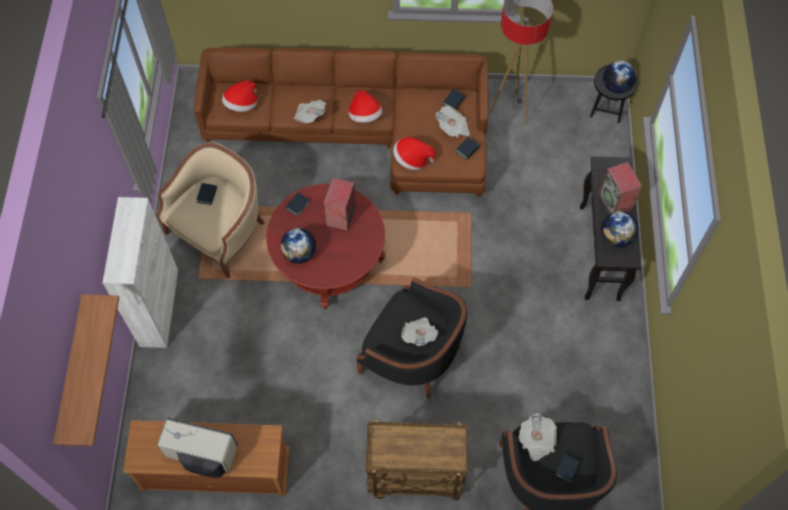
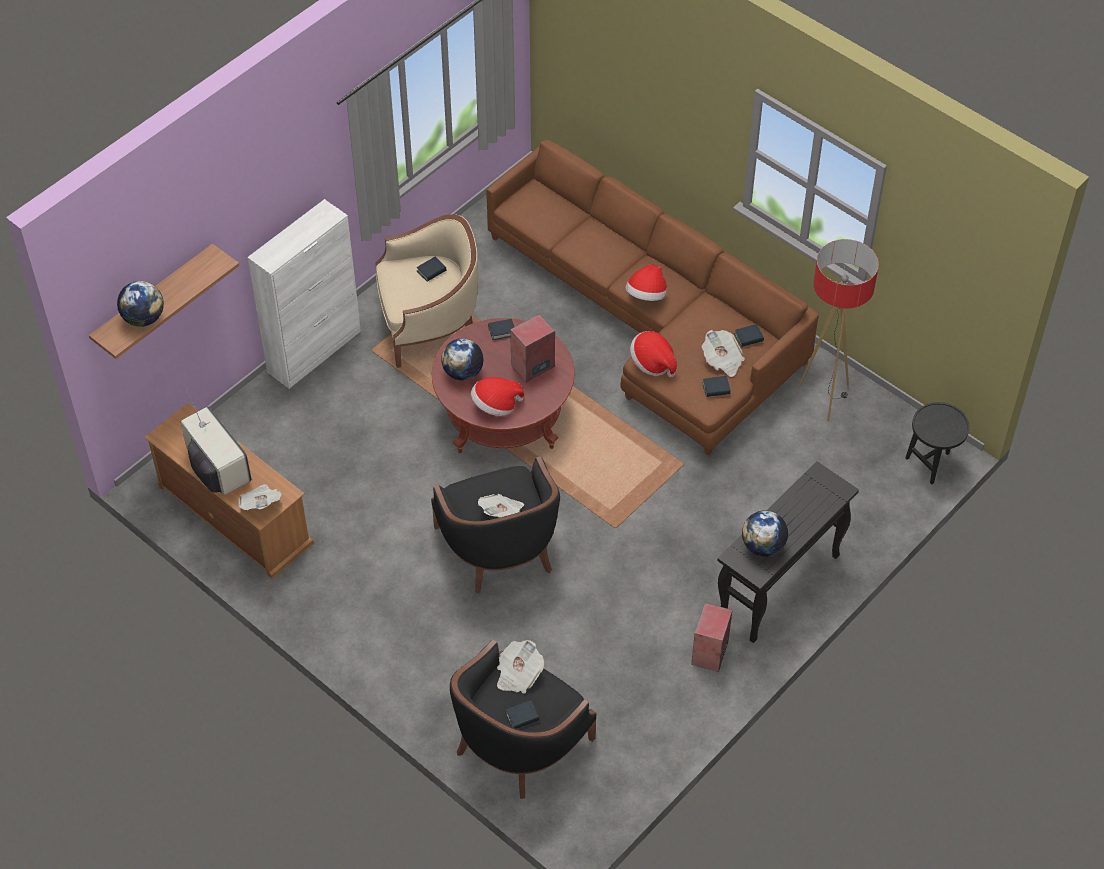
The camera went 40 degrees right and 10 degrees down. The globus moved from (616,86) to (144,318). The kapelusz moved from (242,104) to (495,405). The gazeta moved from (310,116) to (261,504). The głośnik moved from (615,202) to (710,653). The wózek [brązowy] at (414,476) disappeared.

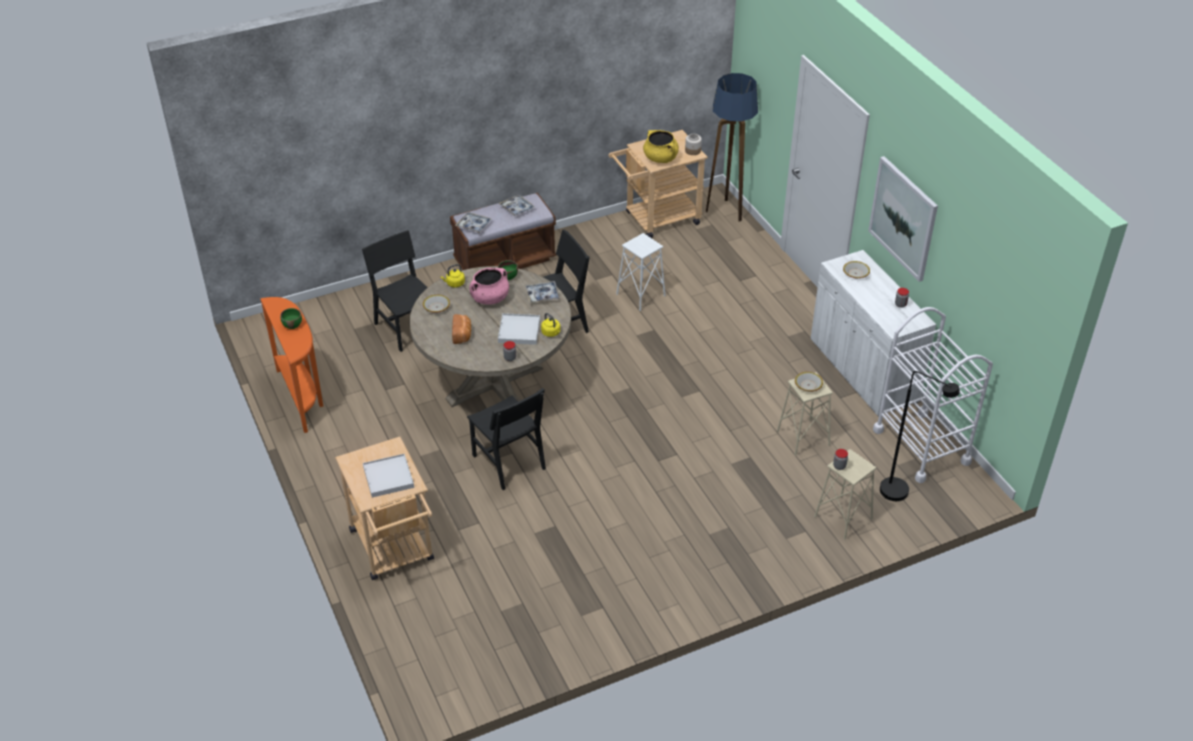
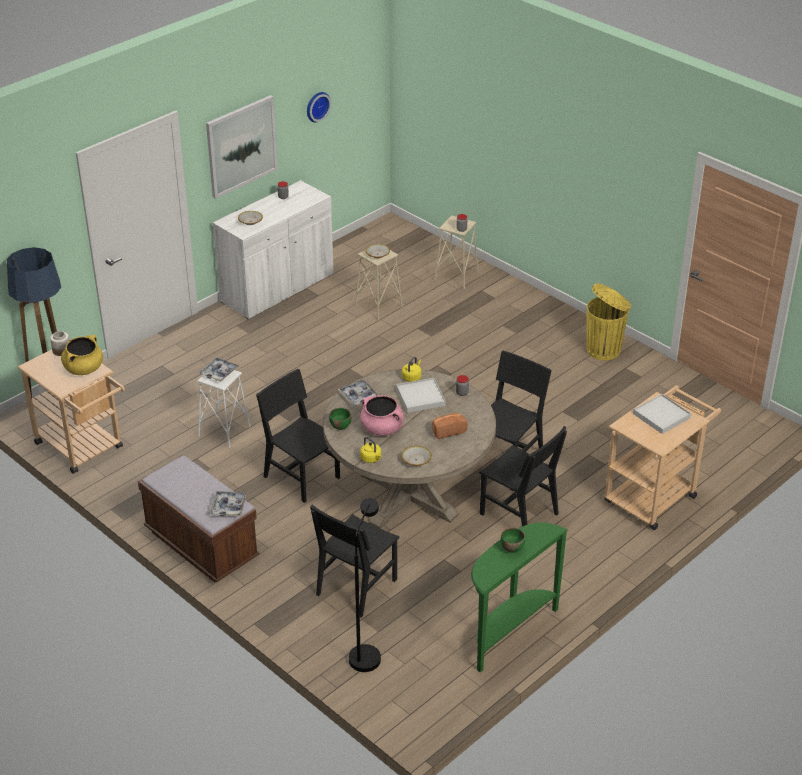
The camera went 110 degrees left and 5 degrees down. The taca moved from (517,208) to (219,372). The stolik konsolowy [pomarańczowy] at (302,397) became the stolik konsolowy [zielony] at (508,632). The wózek [biały] at (921,446) disappeared. The lampa stojąca [czarny] moved from (902,493) to (366,652). The zegar ścienny at (316,106) appeared. The kosz na śmieci [żółty] at (604,349) appeared. The krzesło [czarny] at (519,514) appeared.

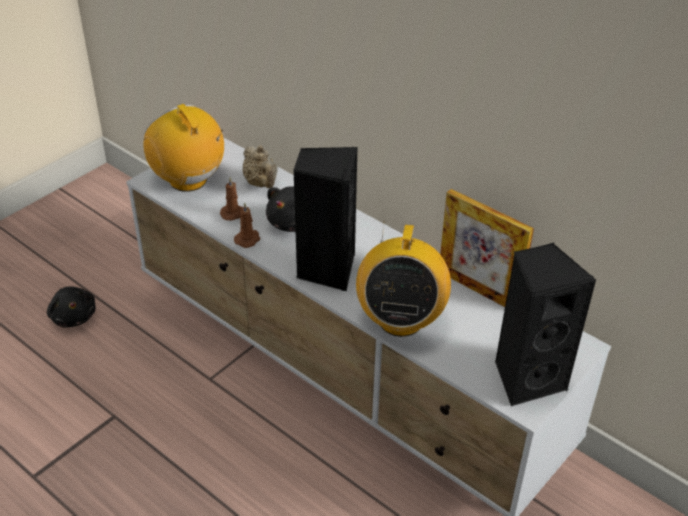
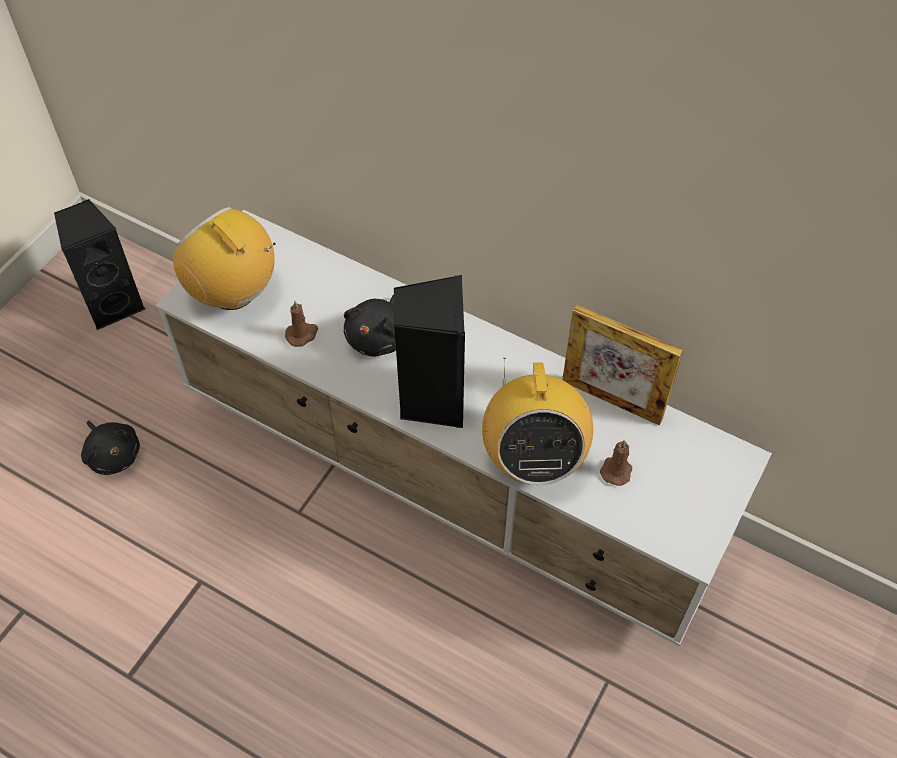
The camera went 10 degrees left and 15 degrees up. The imbryk [beżowy] at (261,183) disappeared. The świeca [brązowy] moved from (248,239) to (616,469). The głośnik [czarny] moved from (527,378) to (114,304).

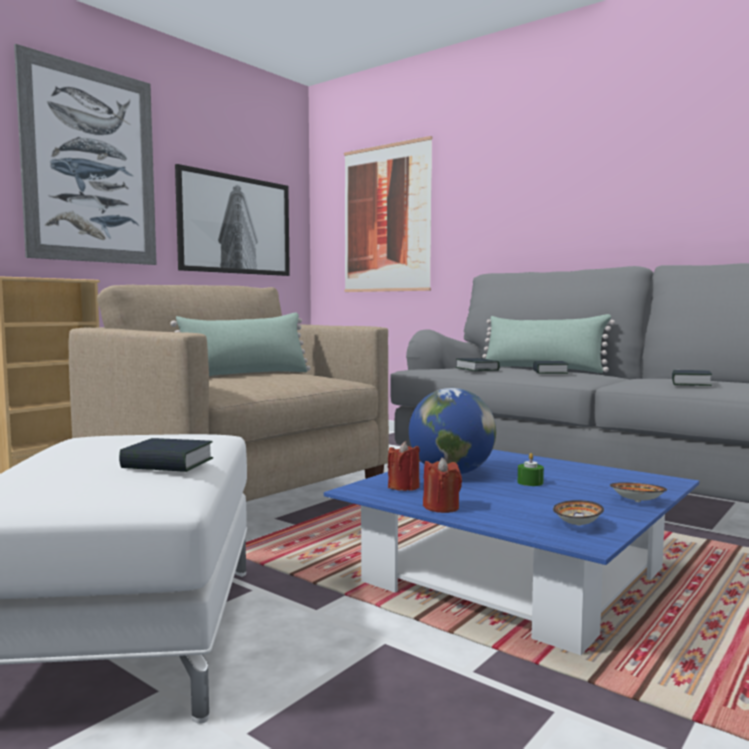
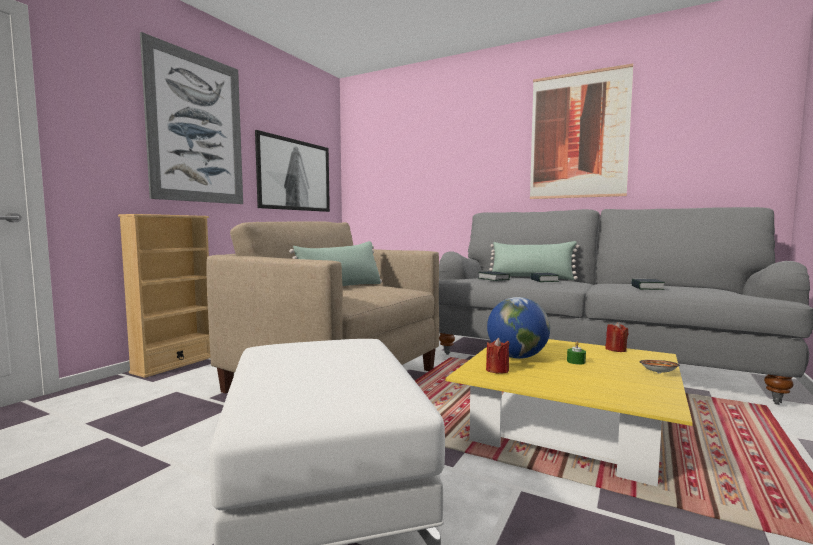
The camera went 10 degrees left and 0 degrees up. The obraz moved from (386,218) to (578,135). The książka at (167,464) disappeared. The ława [niebieski] at (517,576) became the ława [żółty] at (569,426). The świeca [czerwony] moved from (441,507) to (616,349). The miska at (577,524) disappeared.

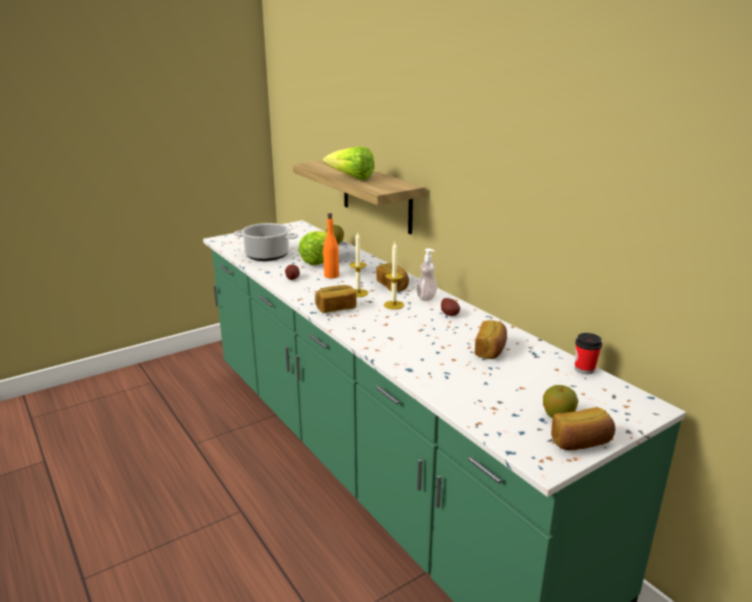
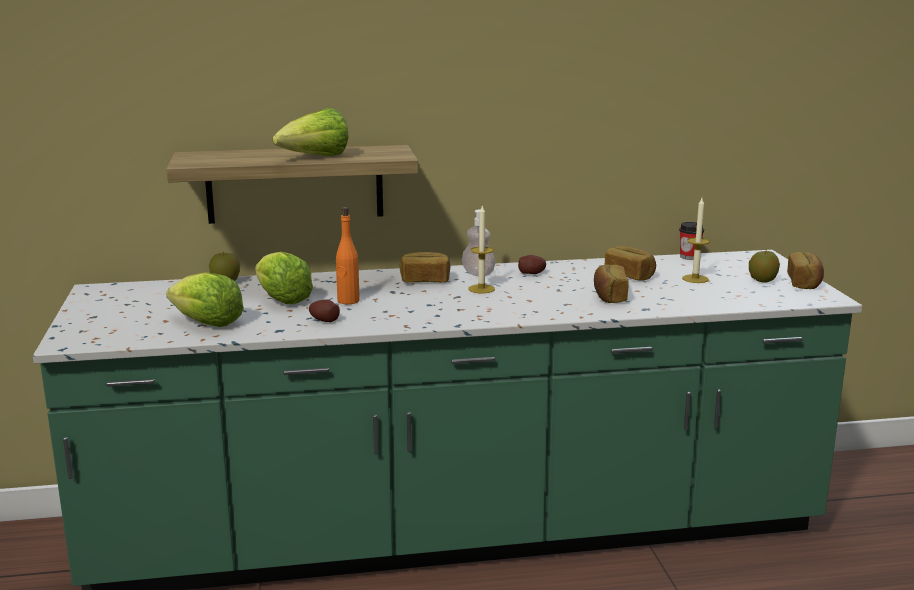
The camera went 65 degrees left and 5 degrees down. The garnek at (266,255) was replaced by the sałata at (207,323). The świeca moved from (358,293) to (695,279). The chleb moved from (336,308) to (609,296).

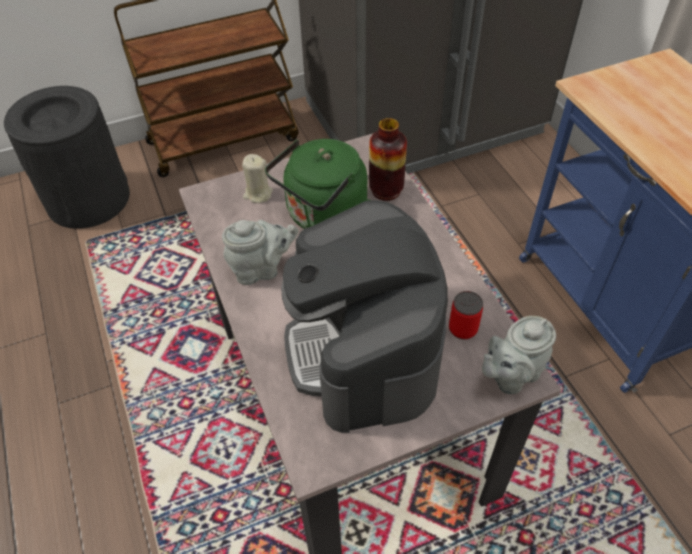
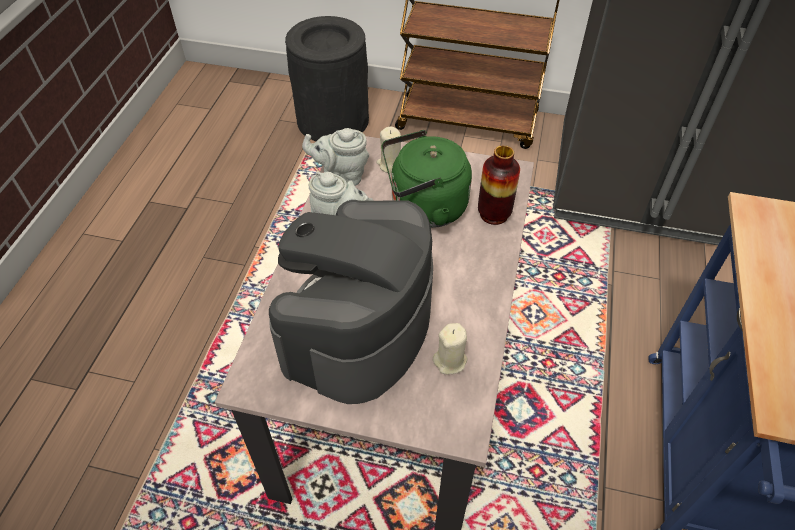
The camera went 35 degrees right and 0 degrees up. The puszka at (463,328) was replaced by the świeca [beżowy] at (450,360). The imbryk [szary] moved from (510,375) to (341,176).

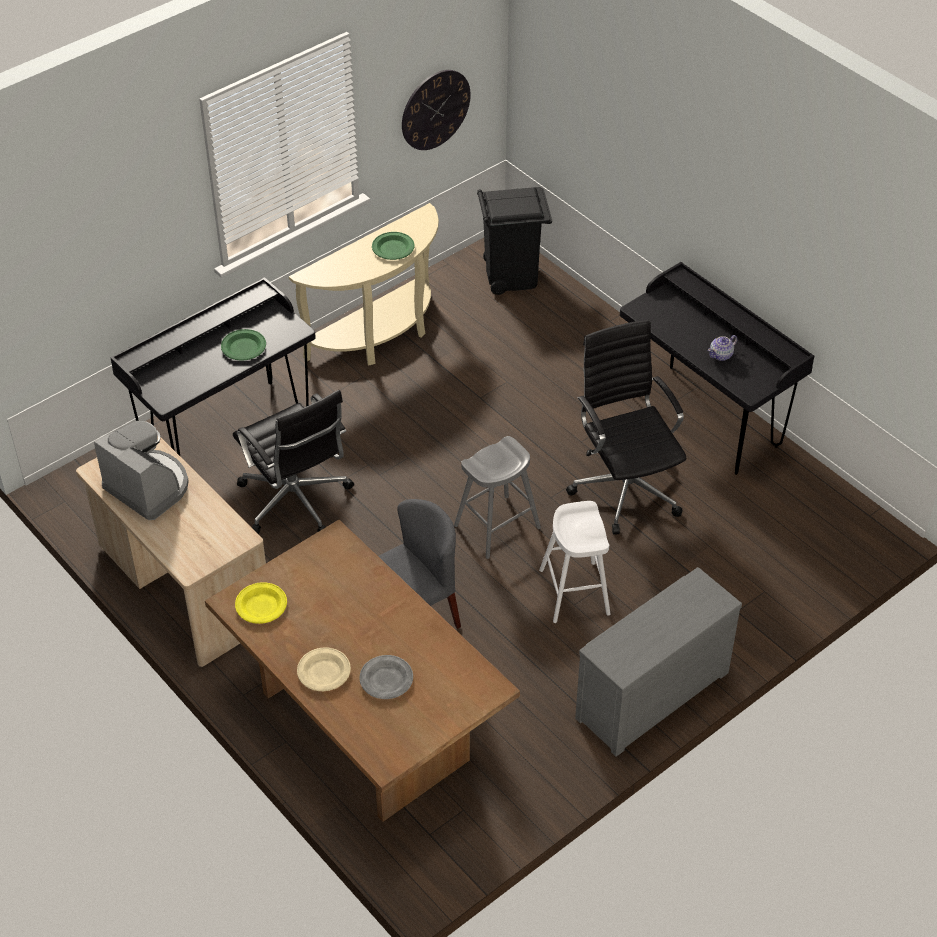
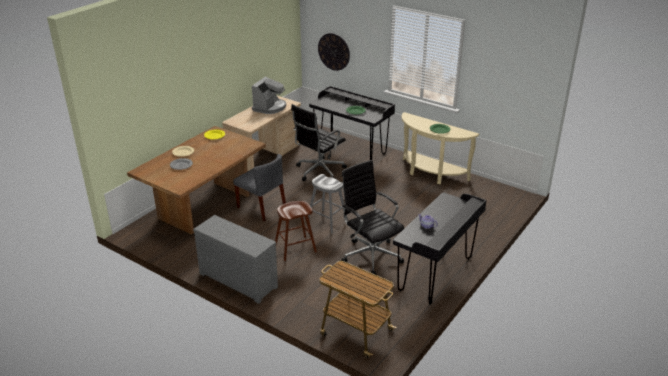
The camera went 75 degrees right and 15 degrees down. The zegar ścienny moved from (435,109) to (334,51). The kosz na śmieci [czarny] at (511,275) disappeared. The krzesło biurowe [czarny] at (625,487) turned 90 degrees counterclockwise. The stołek [biały] at (574,592) became the stołek [brązowy] at (295,248). The wózek at (355,332) appeared.

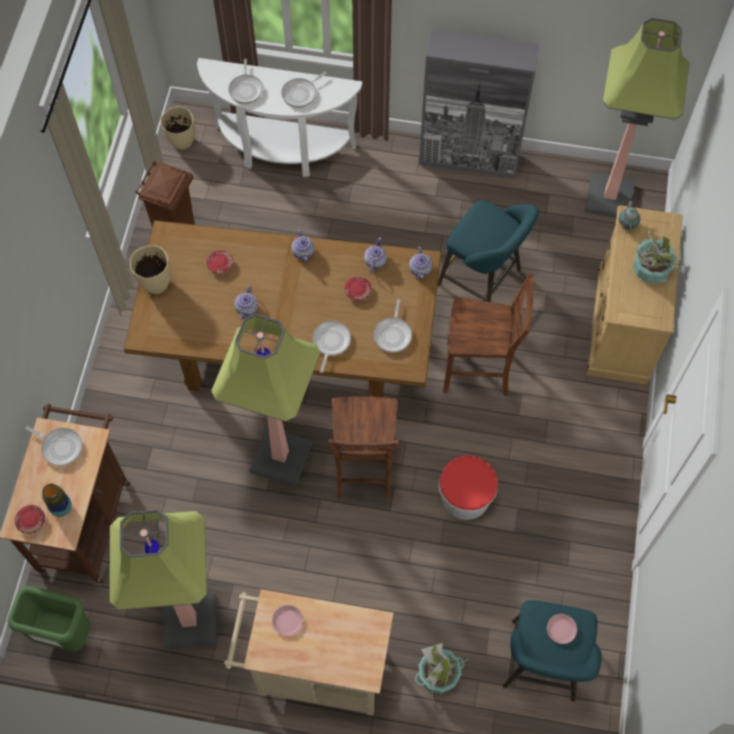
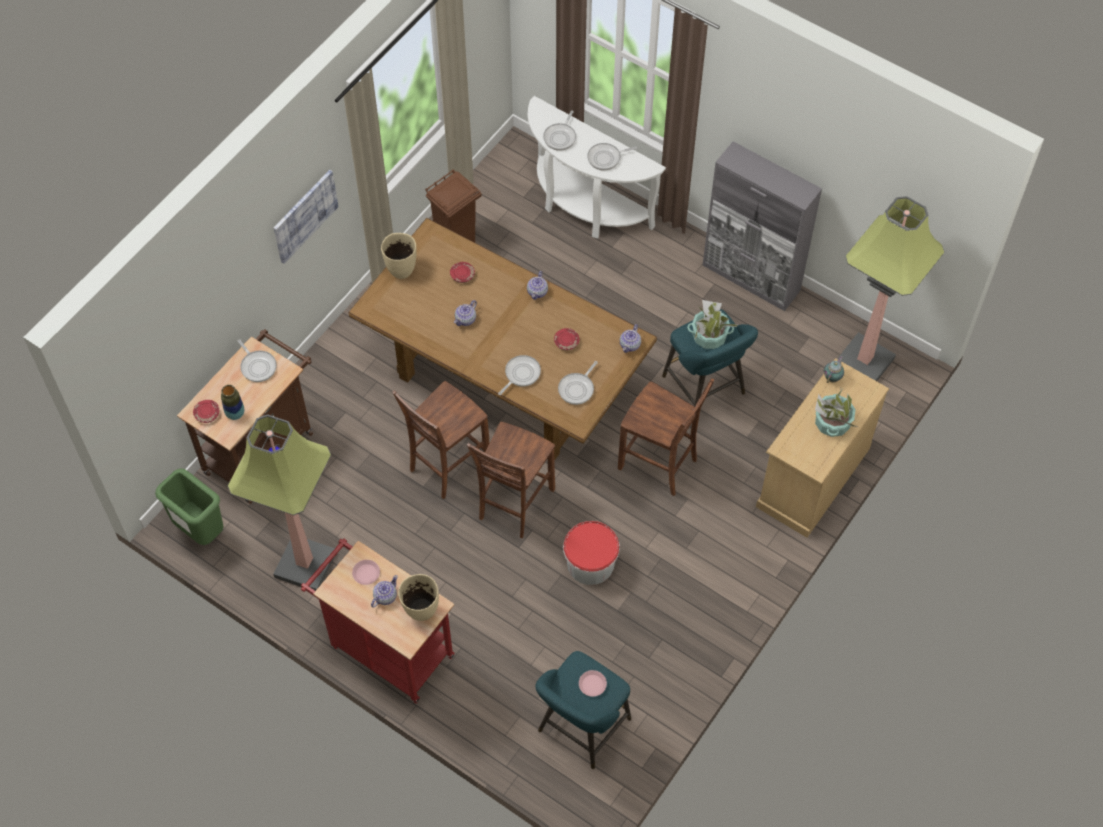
The camera went 25 degrees right and 5 degrees down. The wazon [beżowy] moved from (182,142) to (421,611). The imbryk moved from (375,261) to (385,596). The lampa stojąca at (280,458) was replaced by the krzesło [brązowy] at (447,465). The wózek [beżowy] at (314,671) became the wózek [czerwony] at (386,648). The roślina doniczkowa moved from (438,674) to (709,336). The obraz at (304,215) appeared.

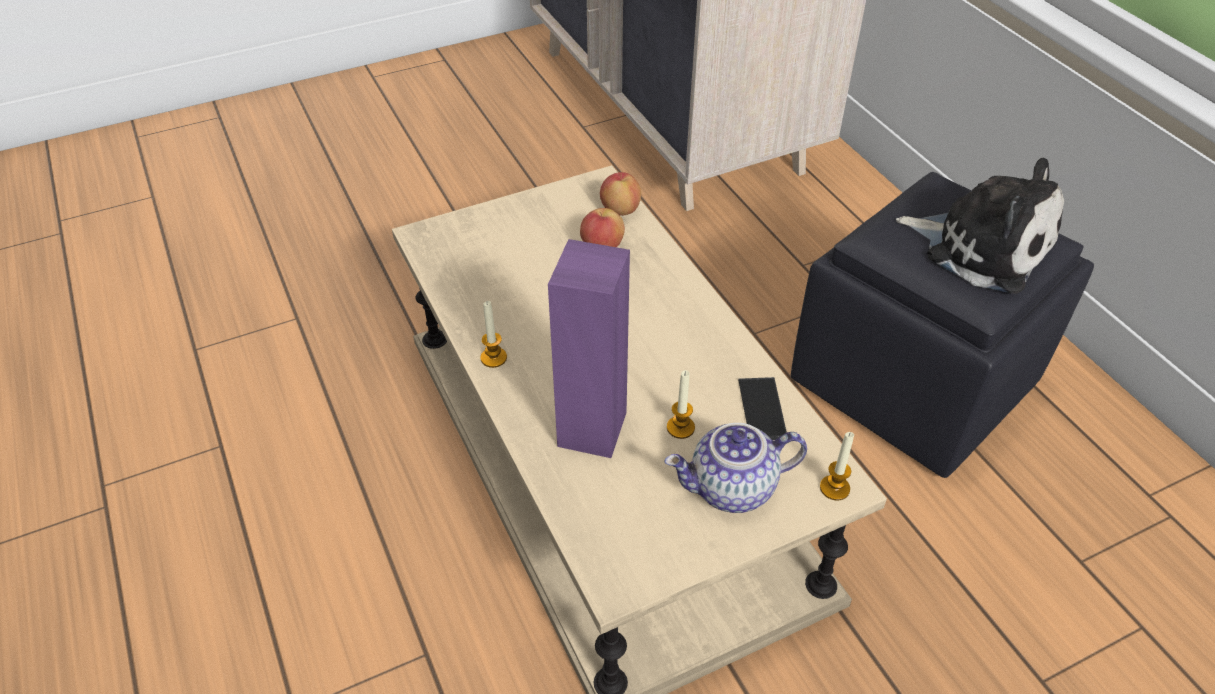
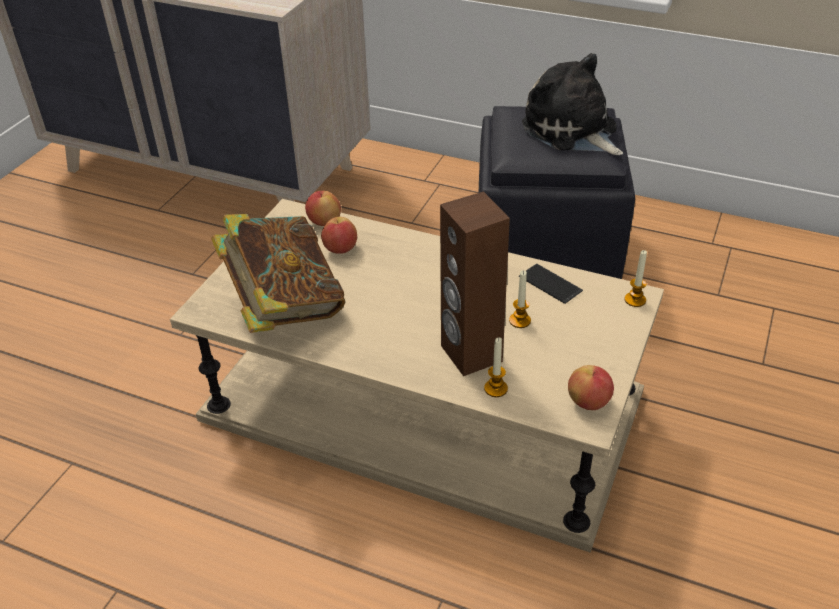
The camera went 40 degrees left and 5 degrees down. The pluszak at (981,246) turned 120 degrees counterclockwise. The głośnik [fioletowy] at (591,429) became the głośnik [brązowy] at (470,354). The świeca moved from (493,358) to (495,388). The imbryk at (732,490) disappeared. The książka at (284,307) appeared. The jabłko at (588,402) appeared.

